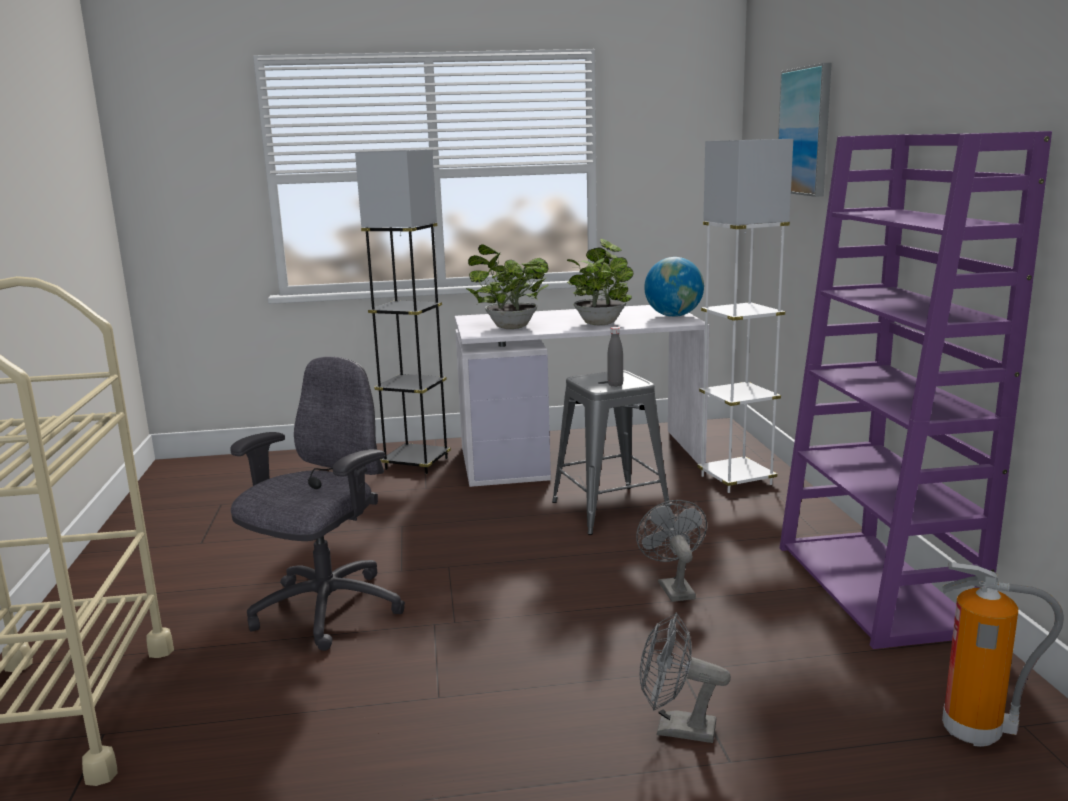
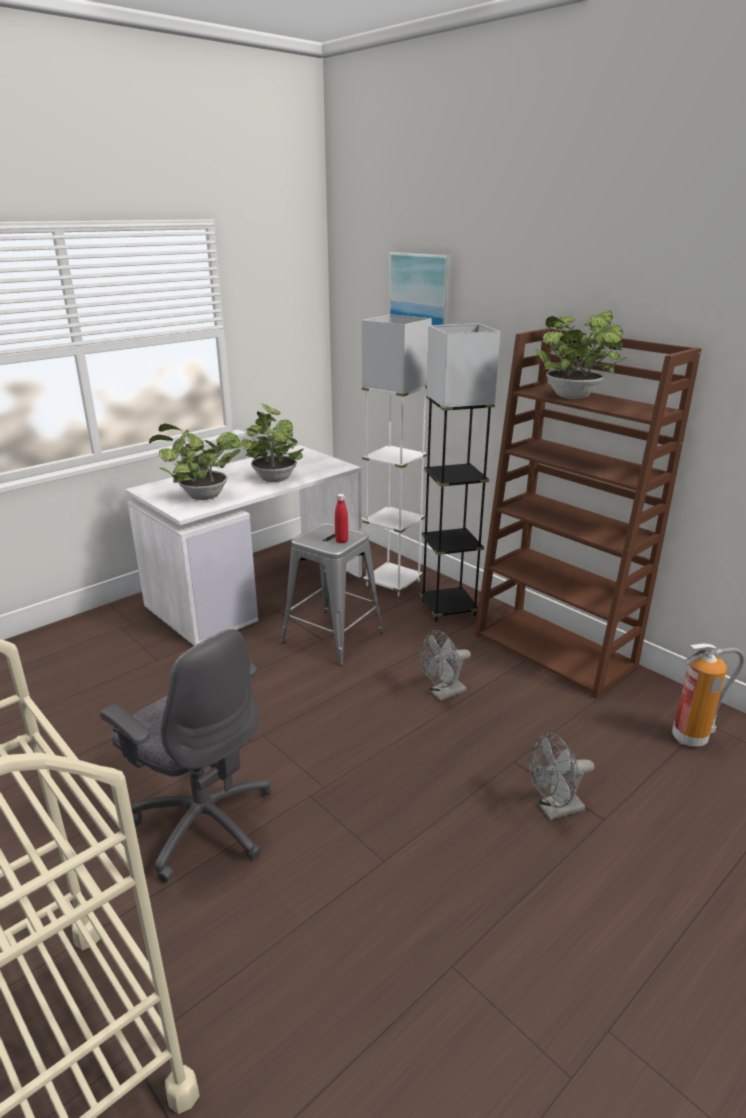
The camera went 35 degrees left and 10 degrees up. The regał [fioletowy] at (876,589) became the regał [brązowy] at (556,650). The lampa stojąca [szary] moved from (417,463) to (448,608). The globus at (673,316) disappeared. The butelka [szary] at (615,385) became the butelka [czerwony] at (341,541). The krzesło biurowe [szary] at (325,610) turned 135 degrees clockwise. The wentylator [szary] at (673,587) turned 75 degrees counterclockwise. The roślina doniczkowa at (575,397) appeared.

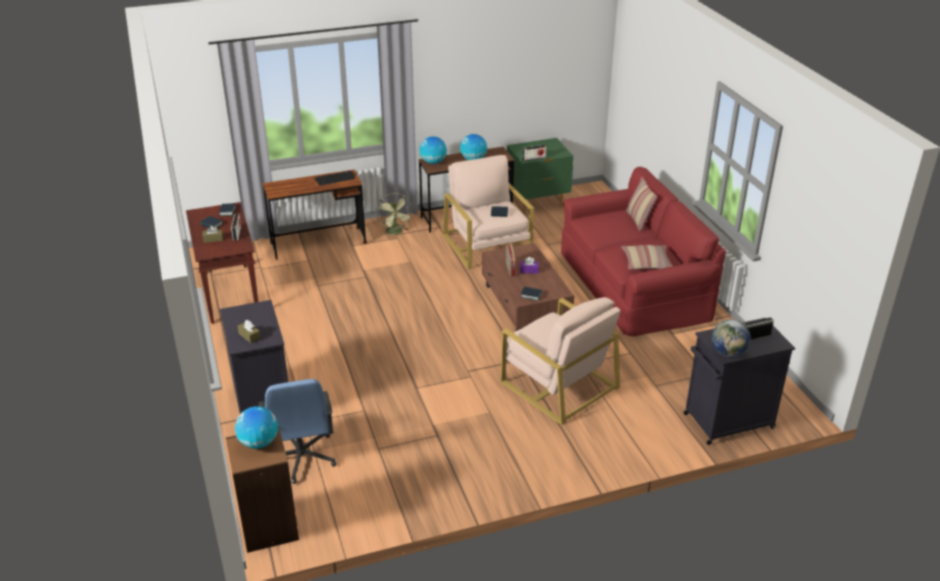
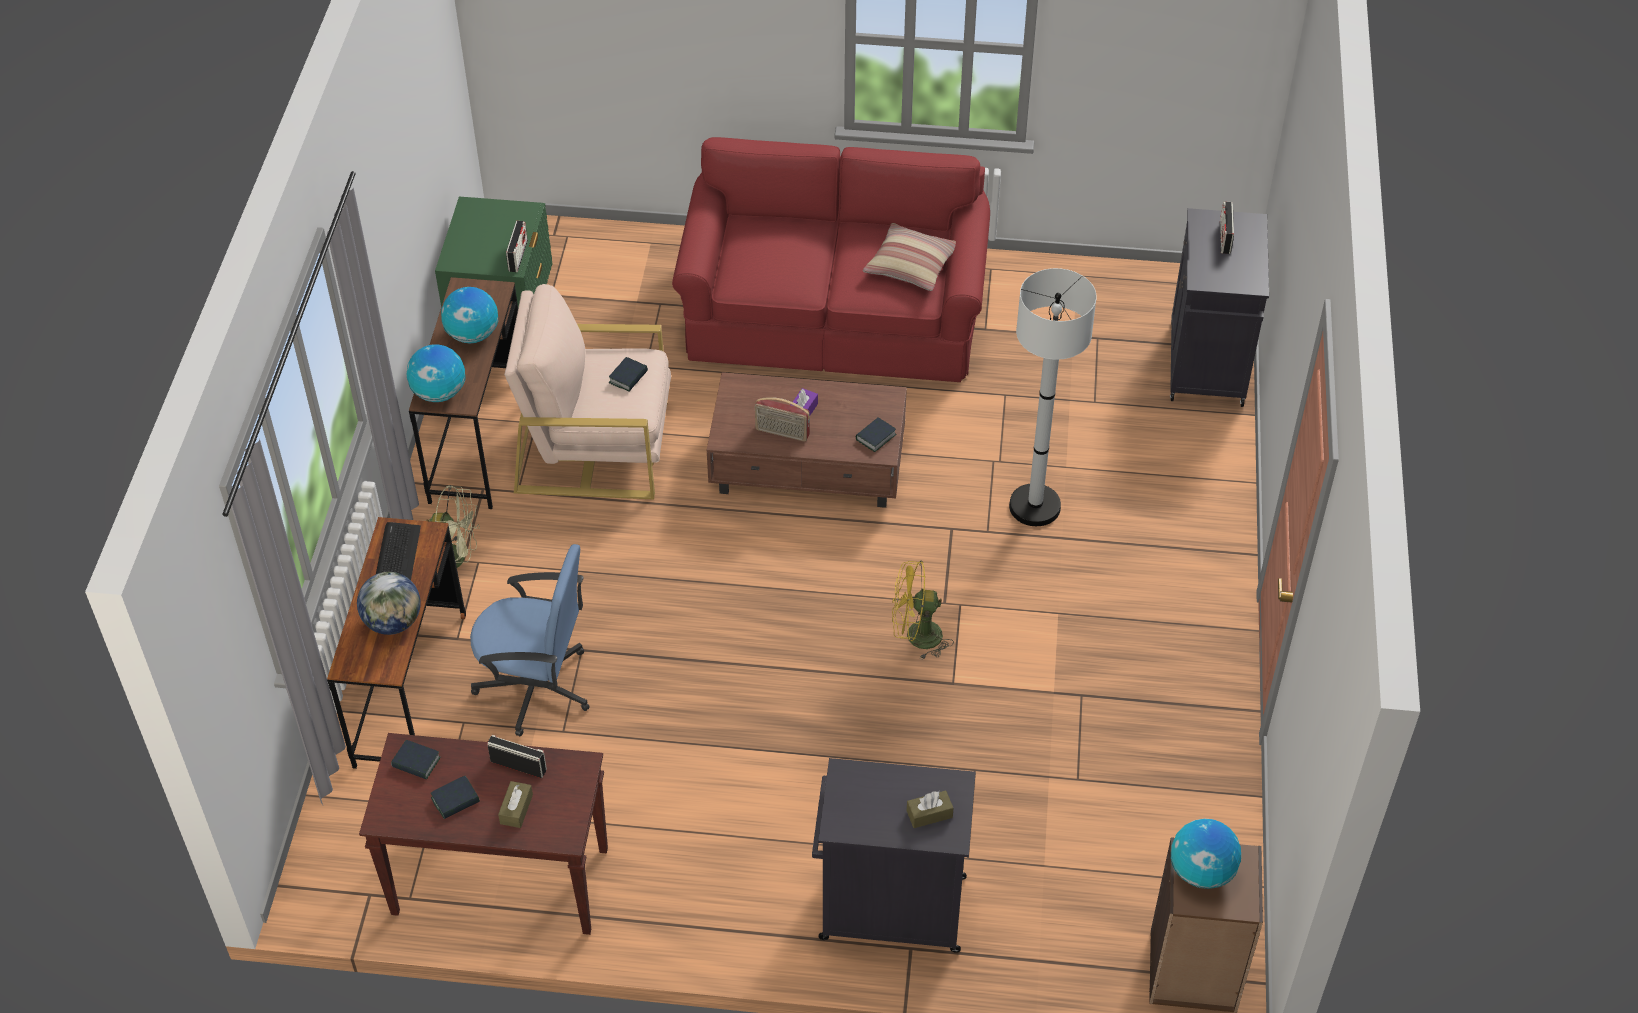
The camera went 65 degrees left and 15 degrees up. The poduszka at (638,220) disappeared. The fotel [beżowy] at (558,384) was replaced by the lampa stojąca [biały] at (1034,506). The globus moved from (728,353) to (393,622). The krzesło biurowe [niebieski] moved from (301,457) to (537,687). The wentylator [żółty] at (916,637) appeared.

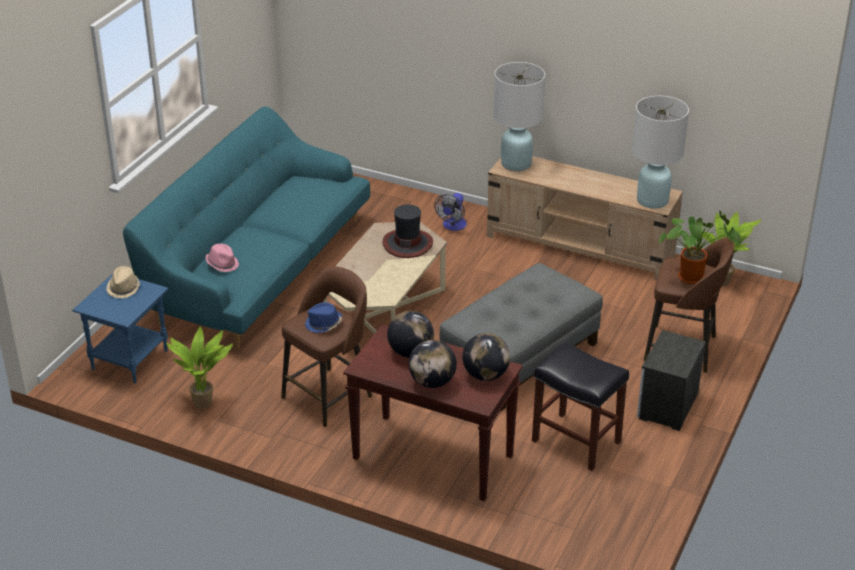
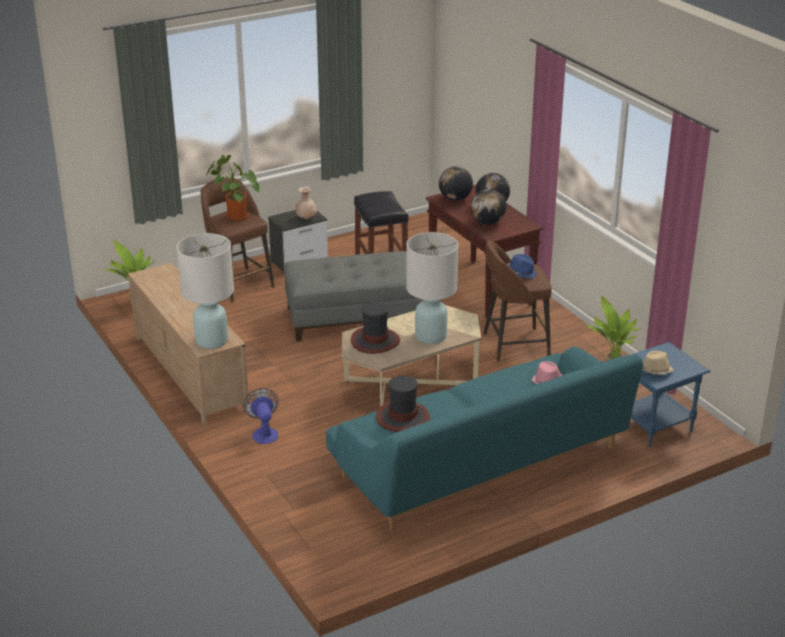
The camera went 145 degrees left and 5 degrees down. The lampa stołowa [biały] moved from (652,200) to (430,336). The wentylator at (453,226) turned 75 degrees counterclockwise. The wazon [beżowy] at (306,218) appeared. The kapelusz at (402,417) appeared.

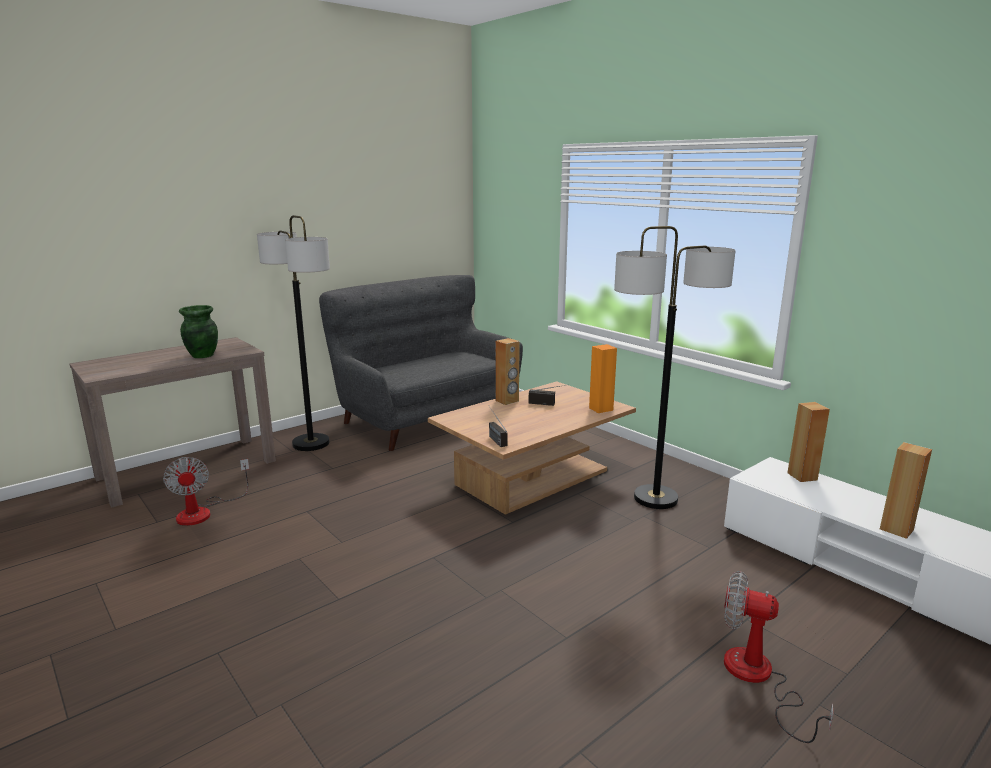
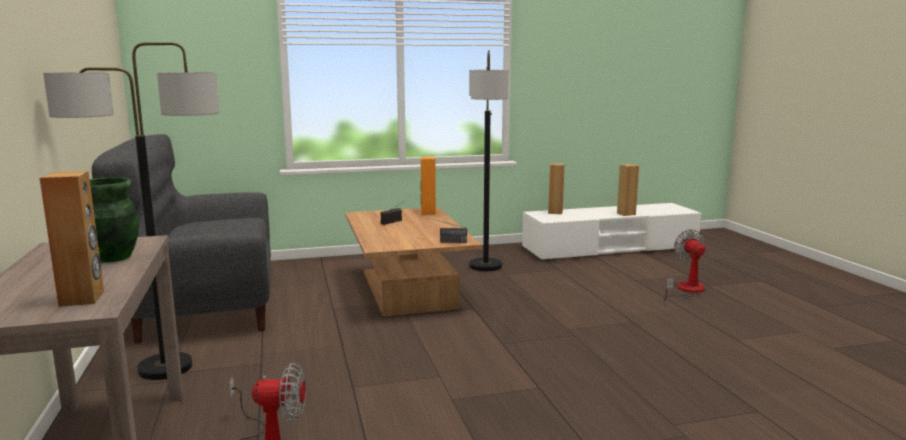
The camera went 65 degrees left and 5 degrees down. The głośnik [brązowy] moved from (507,401) to (82,299). The wentylator at (758,679) turned 120 degrees clockwise.

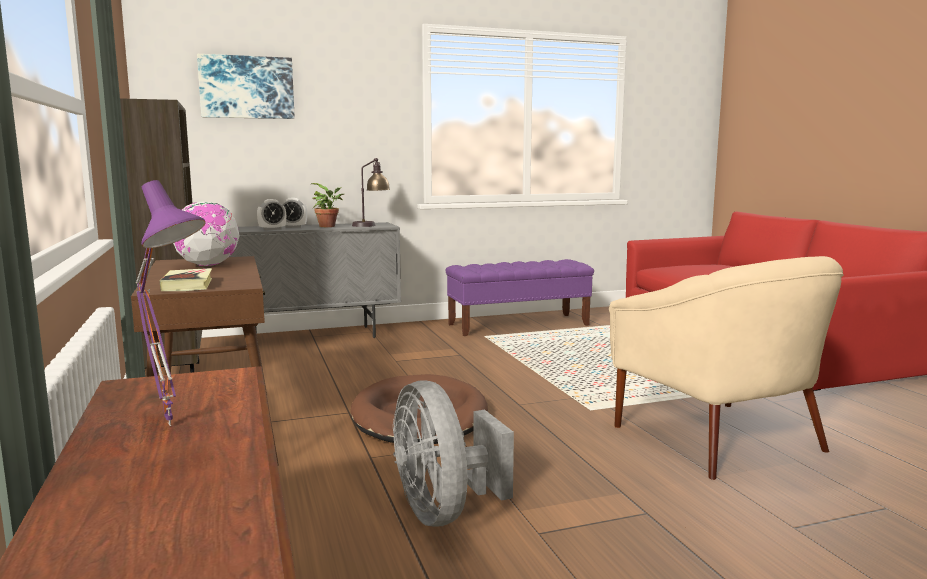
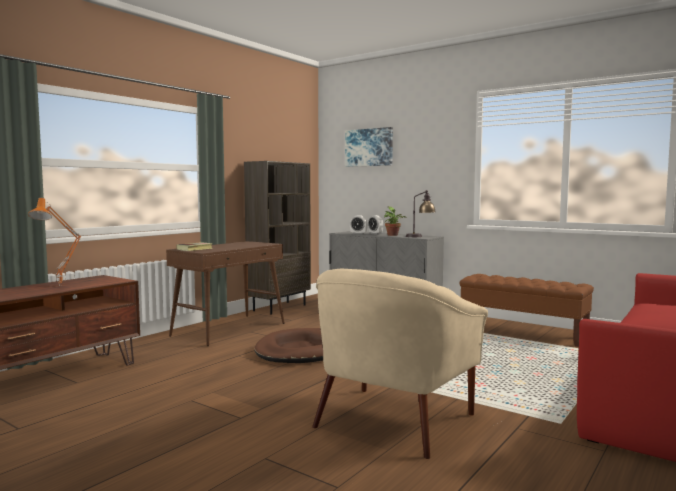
The camera went 55 degrees right and 5 degrees down. The lampa stołowa [fioletowy] at (174,424) became the lampa stołowa [pomarańczowy] at (61,285). The globus at (207,265) disappeared. The ławka [fioletowy] at (519,324) became the ławka [brązowy] at (523,332). The wentylator [szary] at (444,511) disappeared.

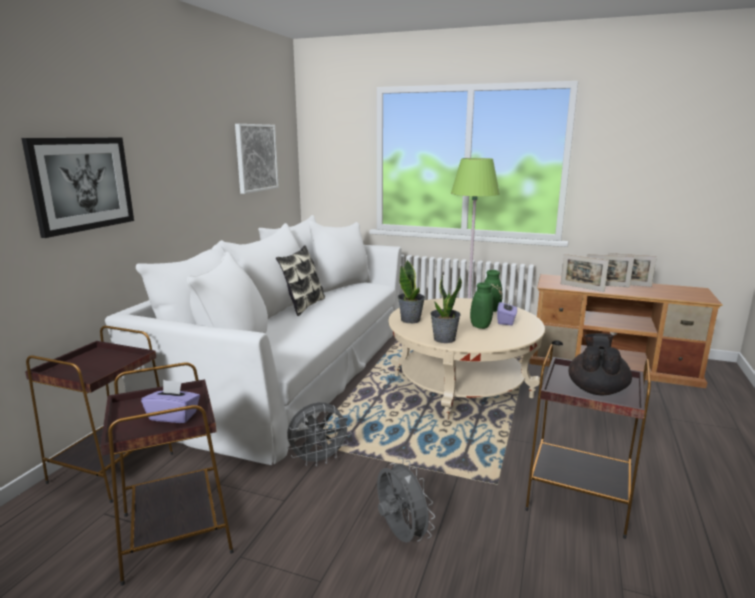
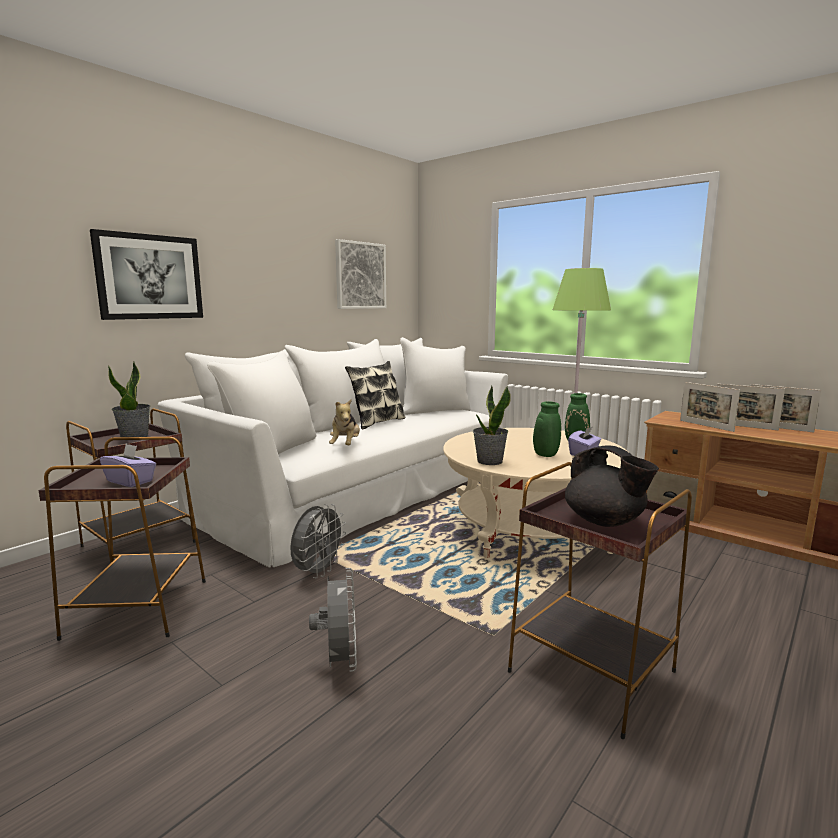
The camera went 20 degrees right and 5 degrees down. The roślina doniczkowa moved from (411,320) to (135,437). The imbryk [czarny] at (596,389) turned 105 degrees clockwise. The wentylator [szary] at (318,460) turned 60 degrees counterclockwise. The pluszak at (346,445) appeared.

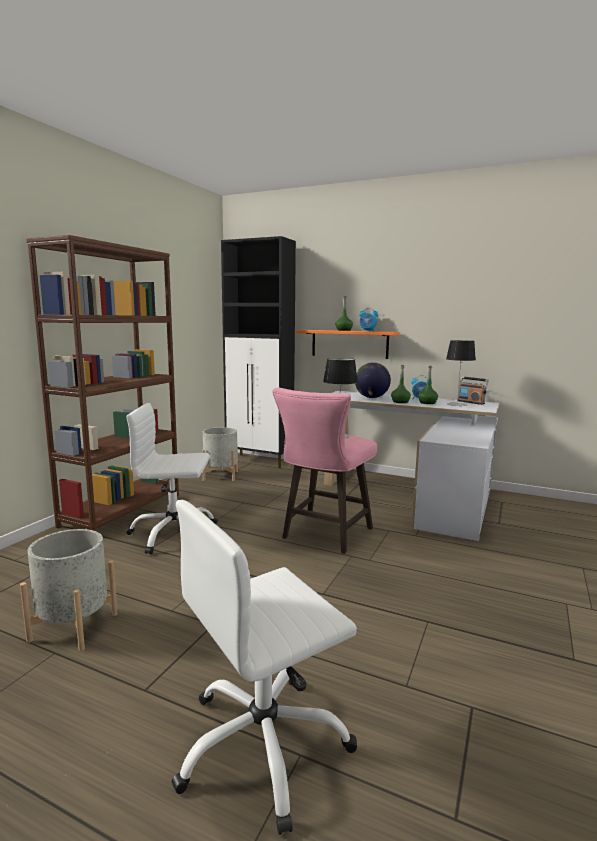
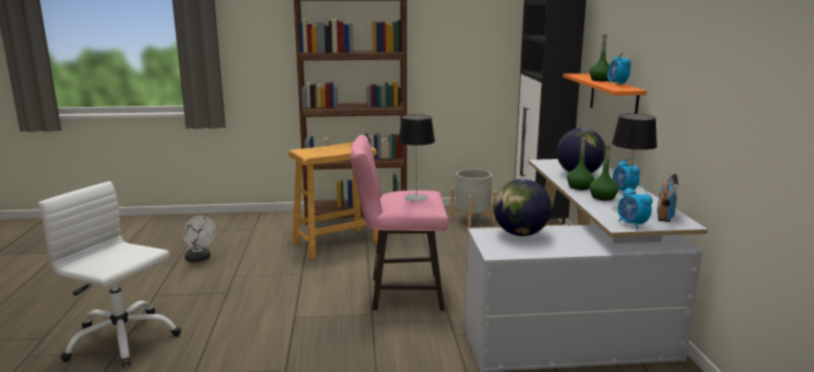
The camera went 60 degrees right and 5 degrees up. The krzesło biurowe [biały] at (173,534) was replaced by the stołek [beżowy] at (336,242). The donica [szary] at (74,627) was replaced by the wentylator [biały] at (200,259). The globus at (520,234) appeared. The budzik at (632,224) appeared.

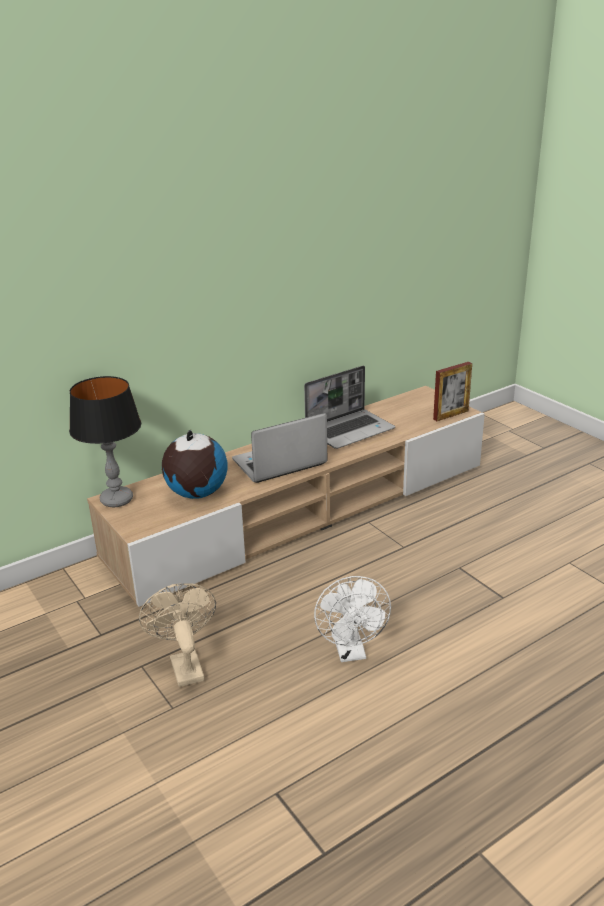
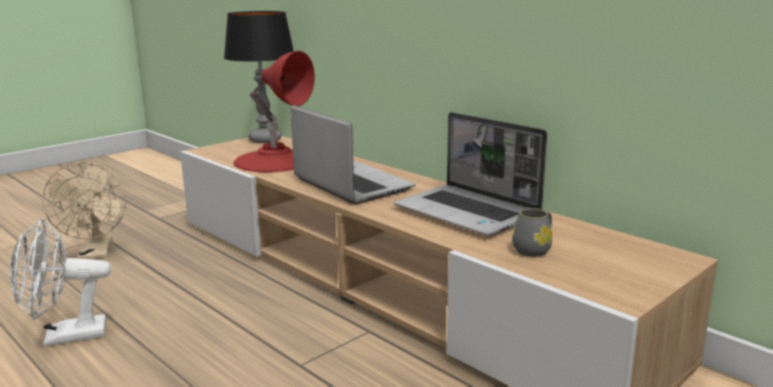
The camera went 80 degrees right and 10 degrees down. The ramka na zdjęcie at (451,415) disappeared. The globus at (196,493) was replaced by the lampa stołowa [czerwony] at (275,160). The wentylator [beżowy] at (184,664) turned 105 degrees clockwise. The kubek [szary] at (534,249) appeared.

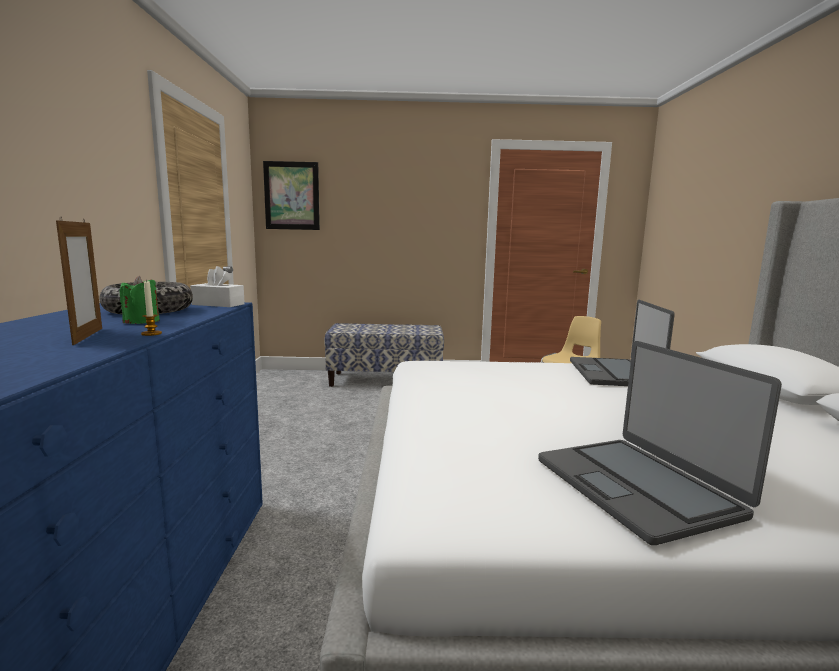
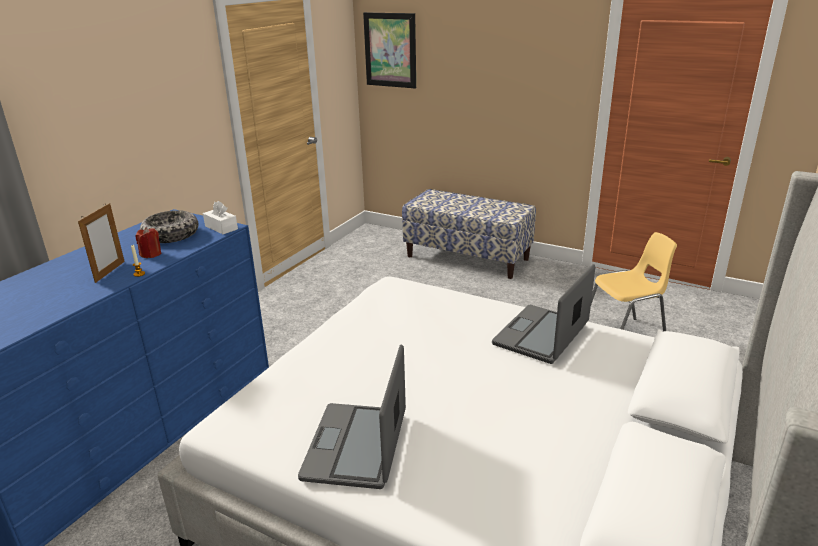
The camera went 30 degrees right and 15 degrees up. The świeca [zielony] at (142,322) became the świeca [czerwony] at (151,254).

